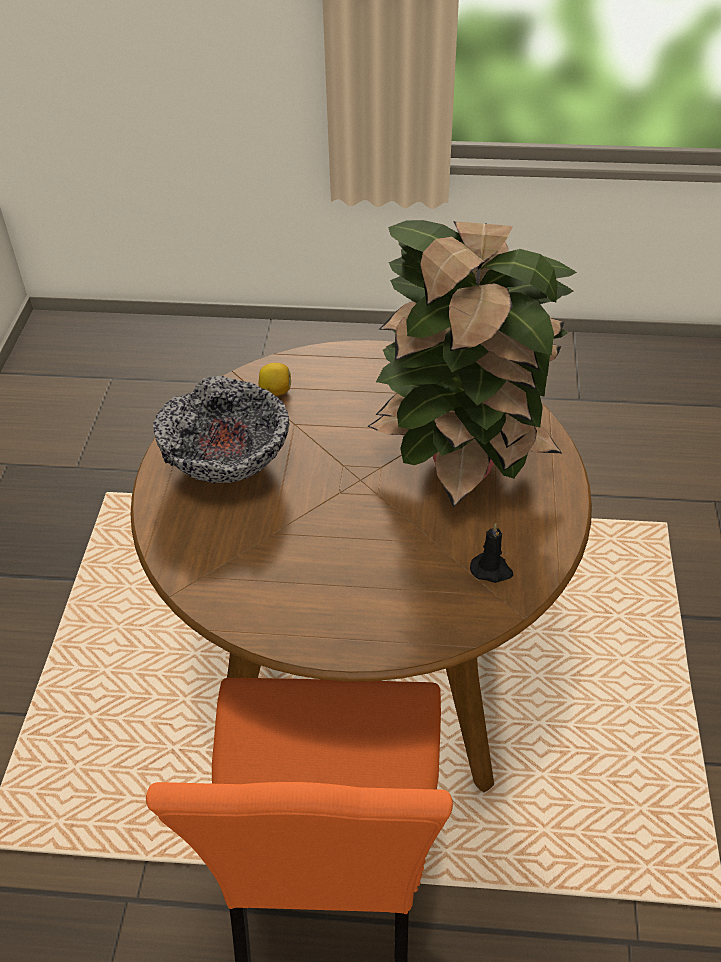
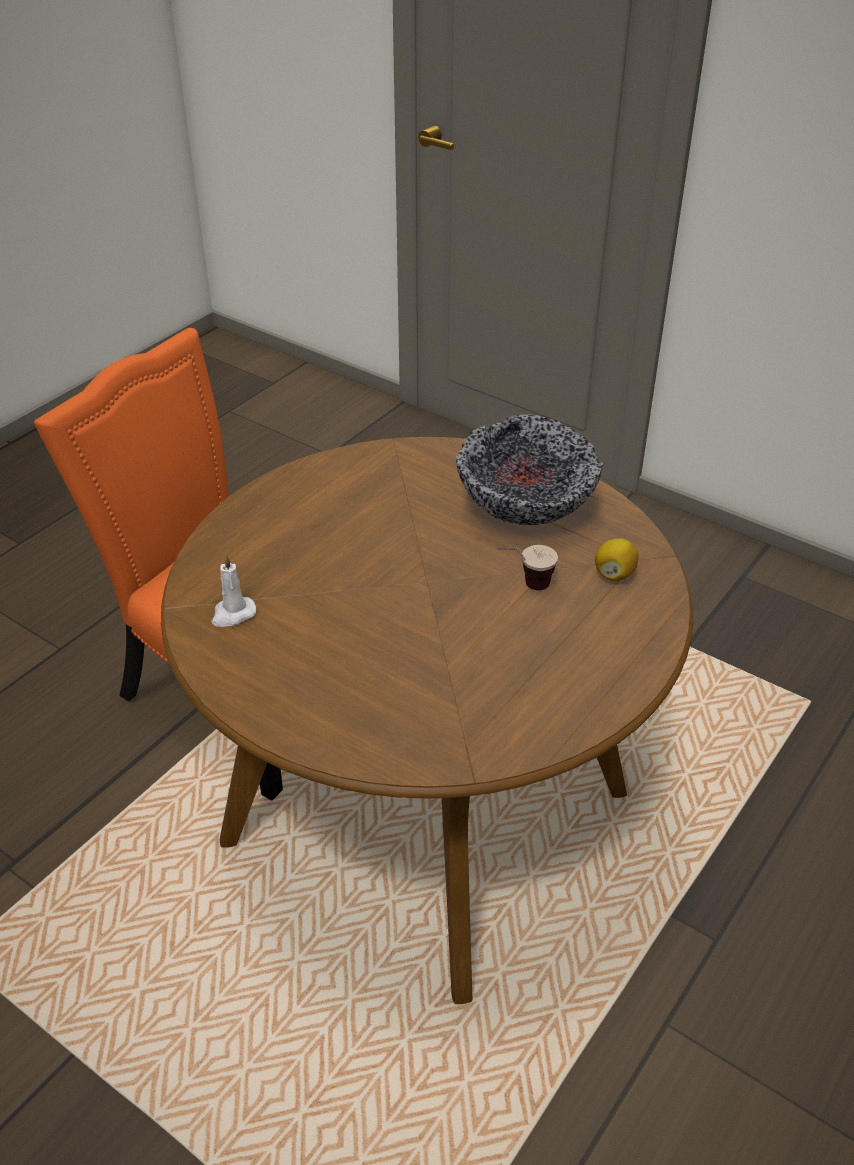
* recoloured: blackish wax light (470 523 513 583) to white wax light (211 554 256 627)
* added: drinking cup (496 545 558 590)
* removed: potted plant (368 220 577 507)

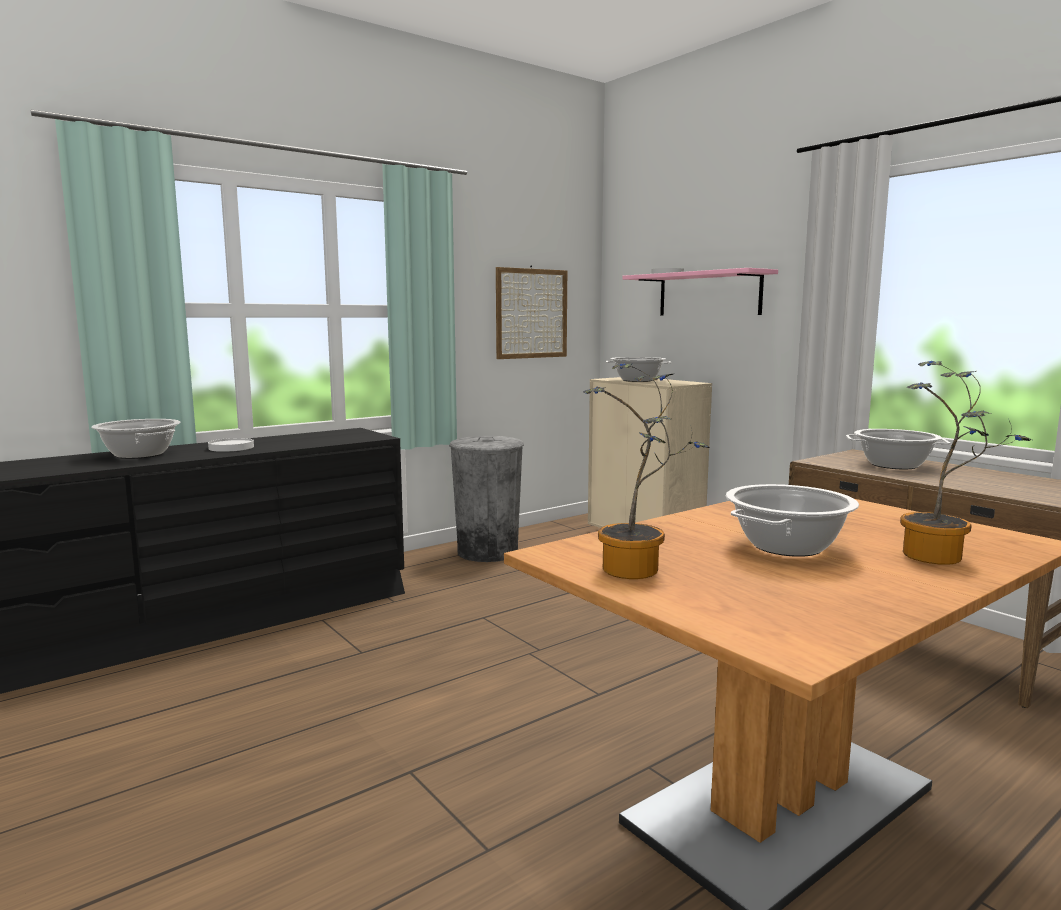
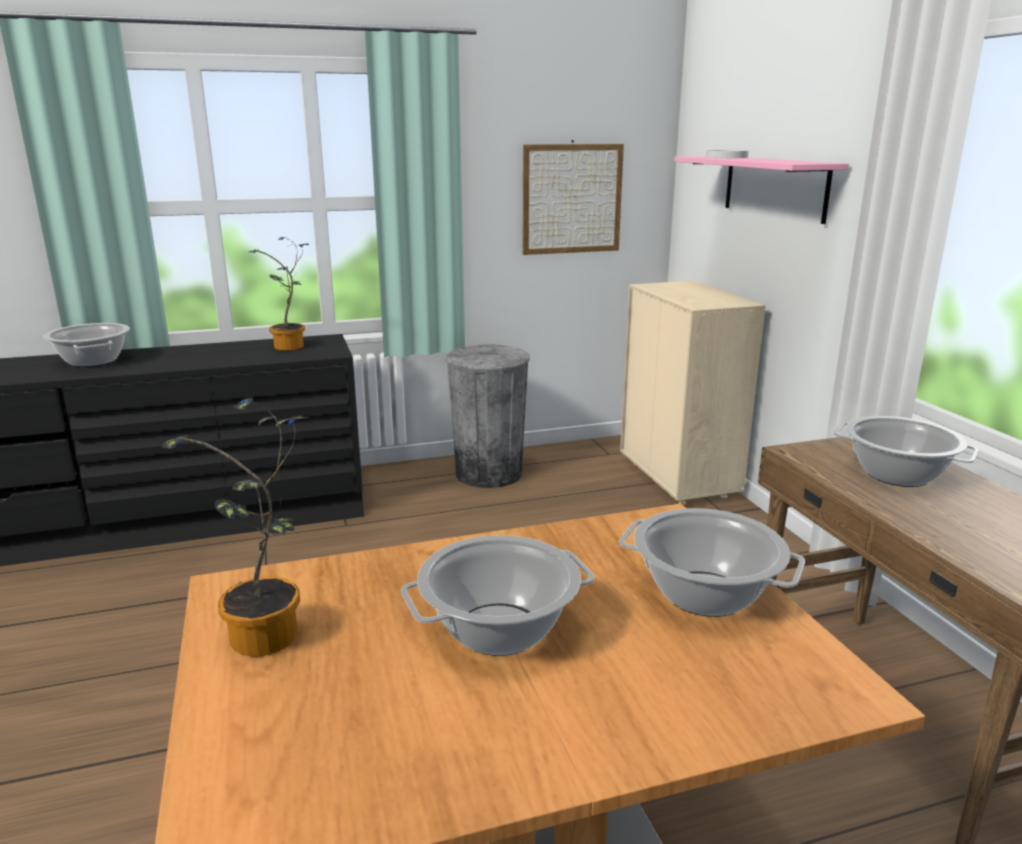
* moved: potted plant (900 361 1032 565) to (248 237 309 351)
* moved: stockpot (606 357 671 382) to (619 508 805 617)
* removed: white dinner plate (208 438 254 452)

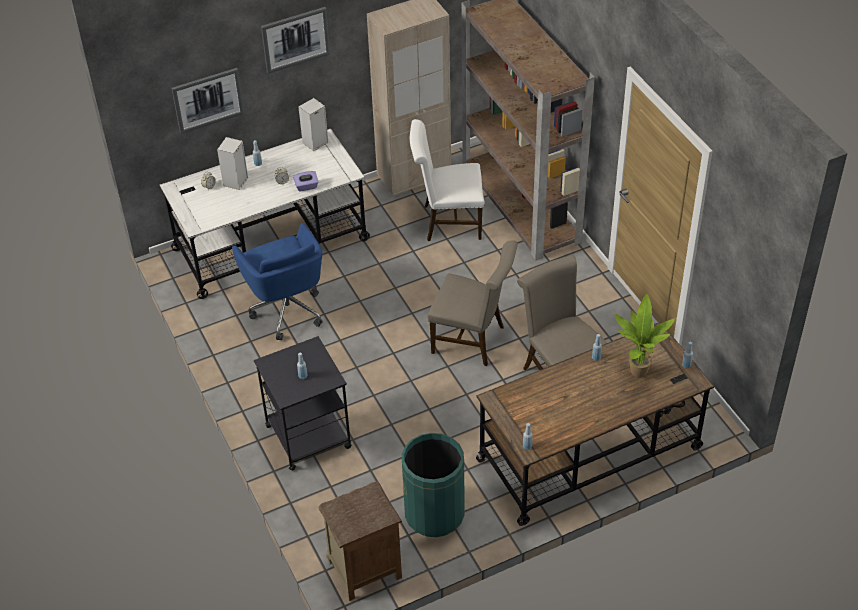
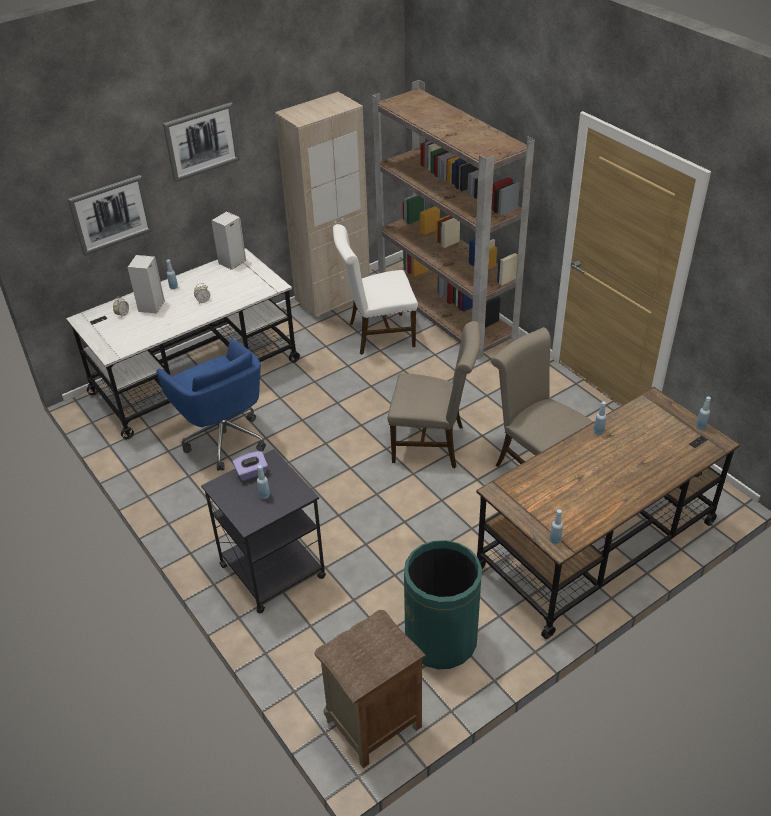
* moved: purplish tissue holder (293 171 318 192) to (232 451 268 481)
* removed: potted plant (614 294 675 378)

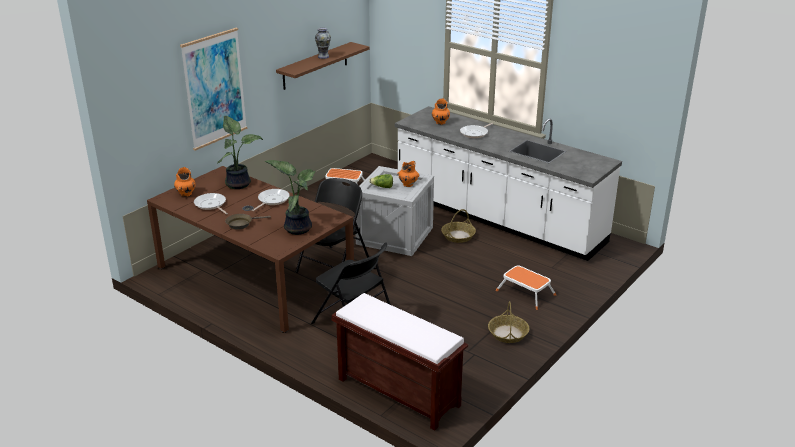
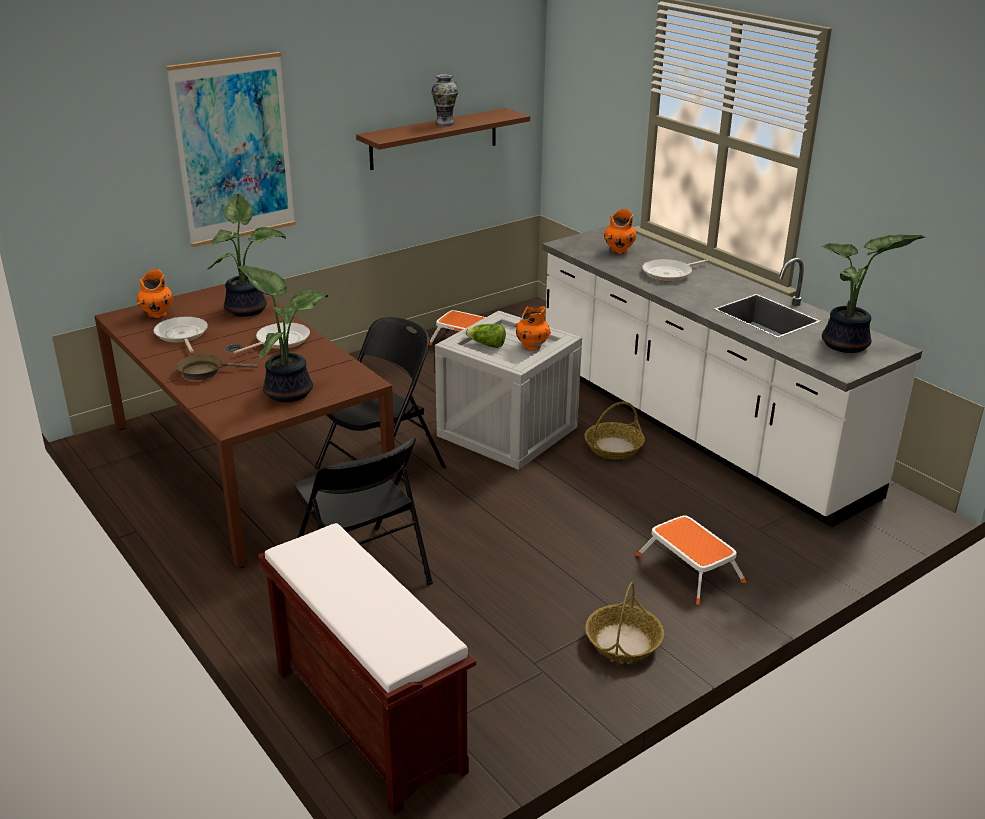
* added: potted plant (821 234 925 353)

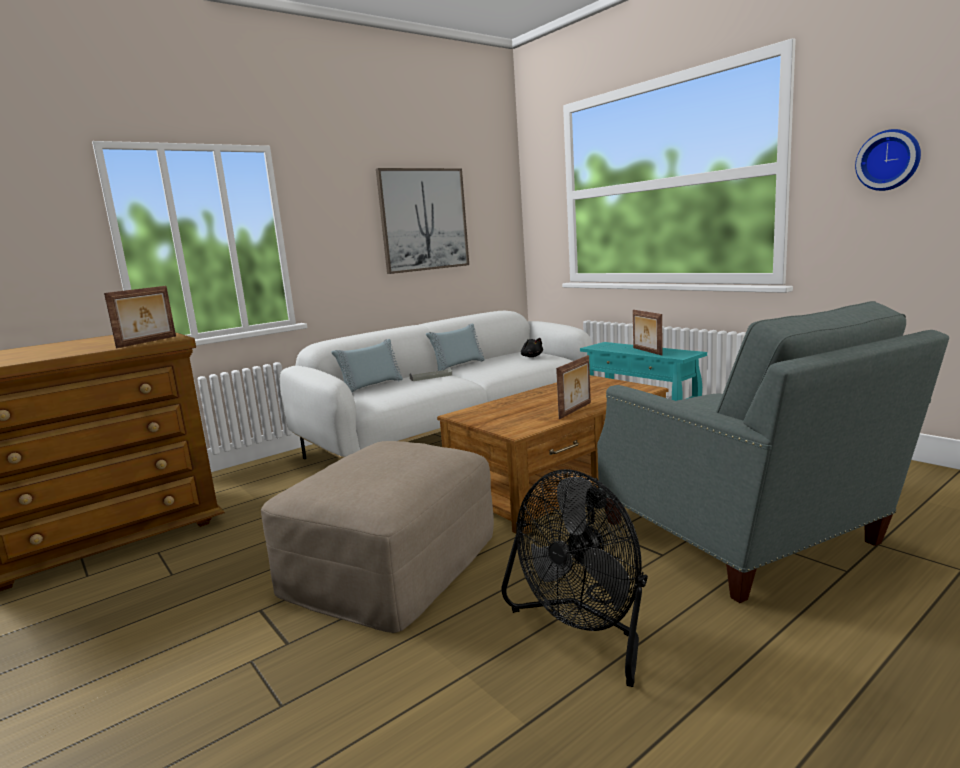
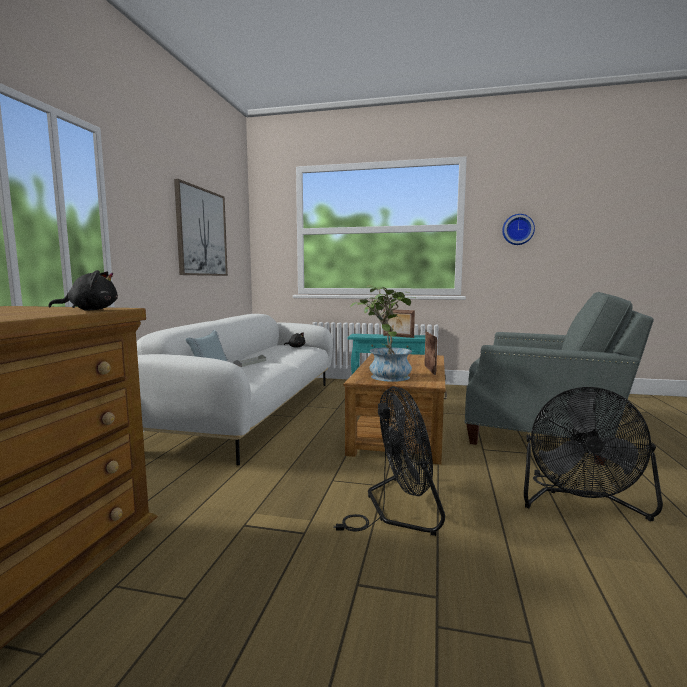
* replaced: photo frame (104 286 176 348) to blackish plush toy (49 270 118 310)
* replaced: beige footrest (261 441 494 633) to blackish electric fan (333 386 445 536)
* added: potted plant (351 285 415 382)
* removed: blue-coloured throw pillow (426 323 485 371)

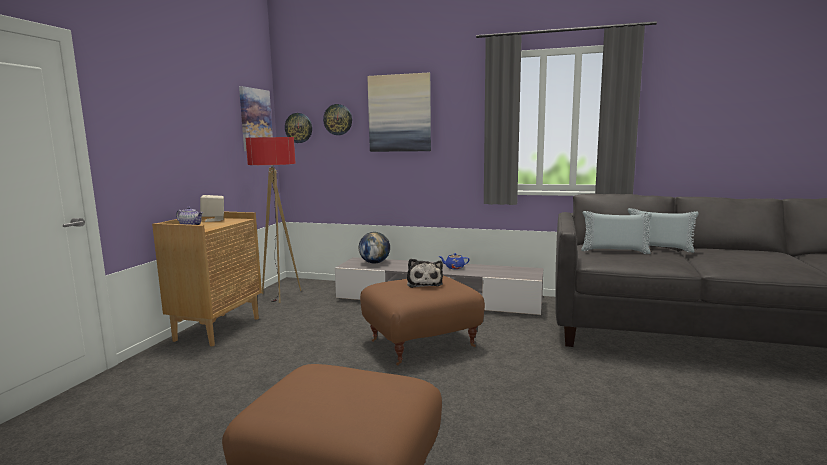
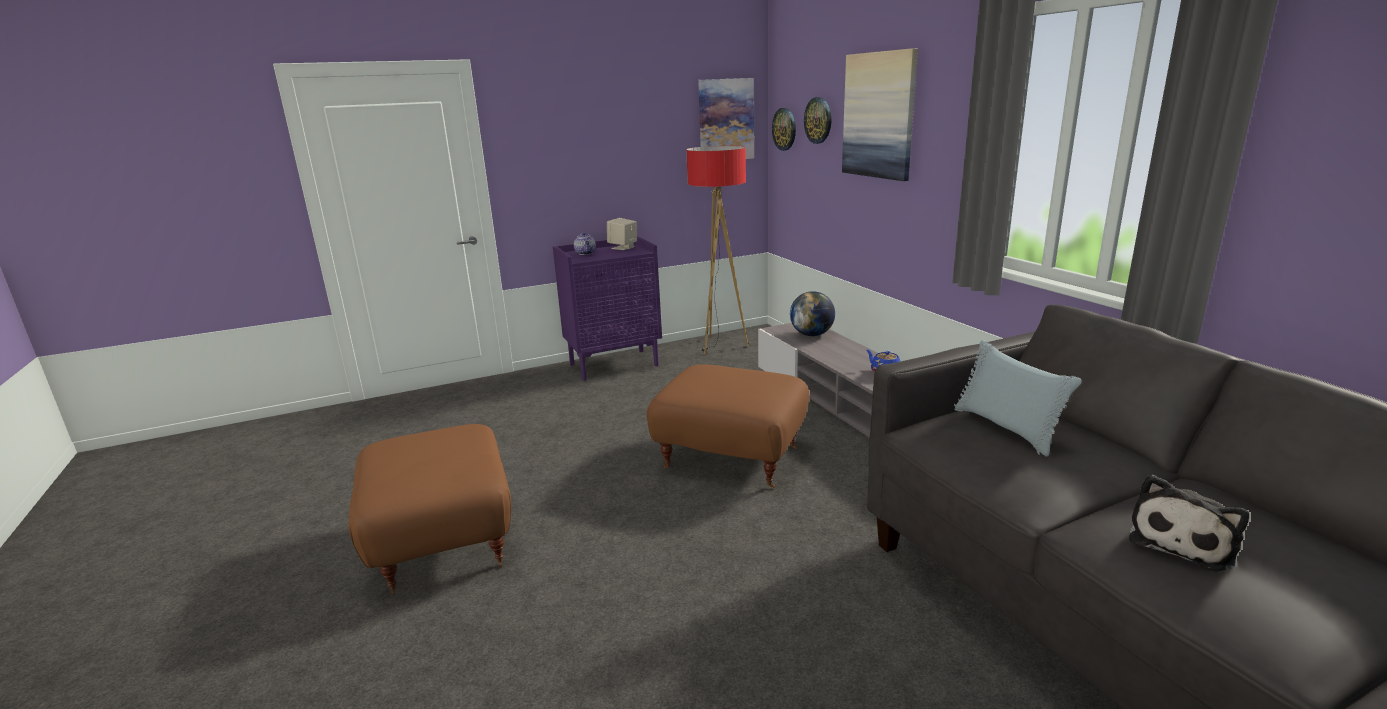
* recoloured: brown-coloured cabinet (152 211 262 346) to purplish cabinet (553 236 662 381)
* moved: plush toy (407 258 443 288) to (1129 475 1249 572)
* removed: blue-coloured throw pillow (628 208 699 253)

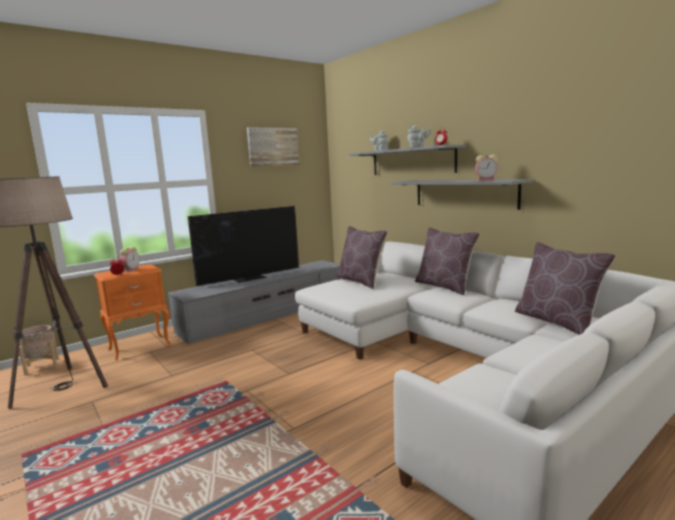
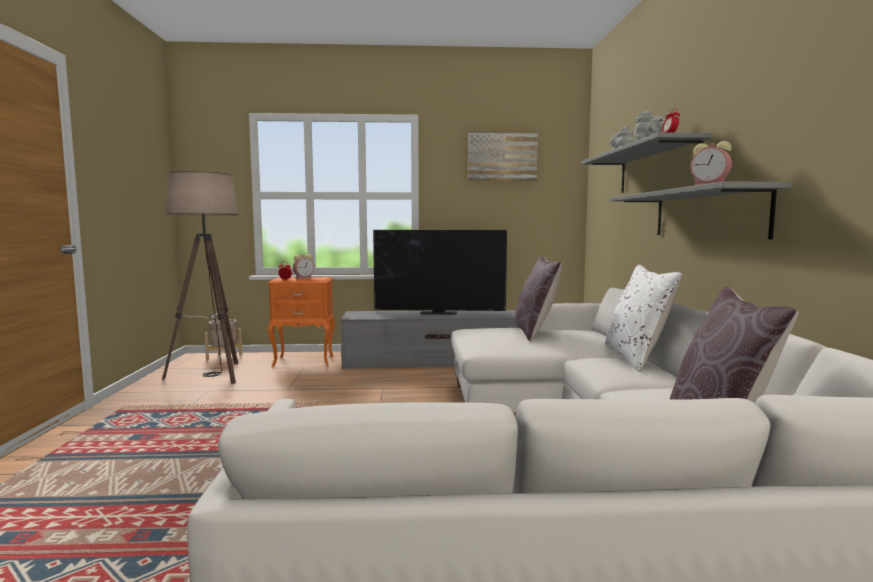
* recoloured: brown-coloured throw pillow (415 227 480 295) to white throw pillow (605 265 682 372)

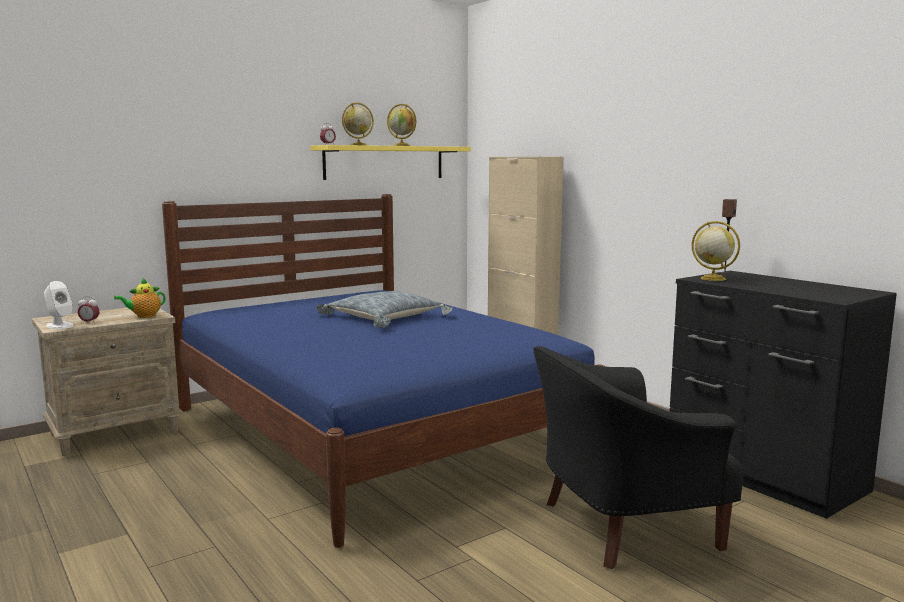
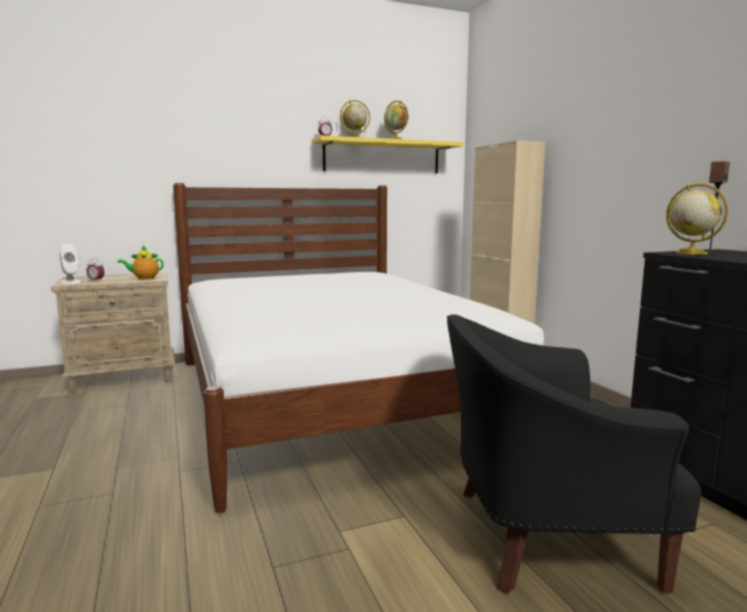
* recoloured: blue-coloured bed (162 194 604 548) to white bed (173 183 551 513)
* removed: throw pillow (316 291 452 328)

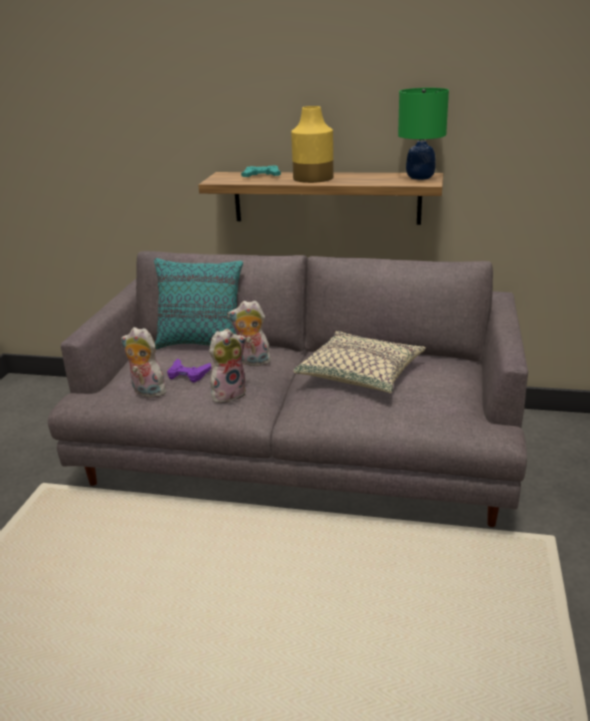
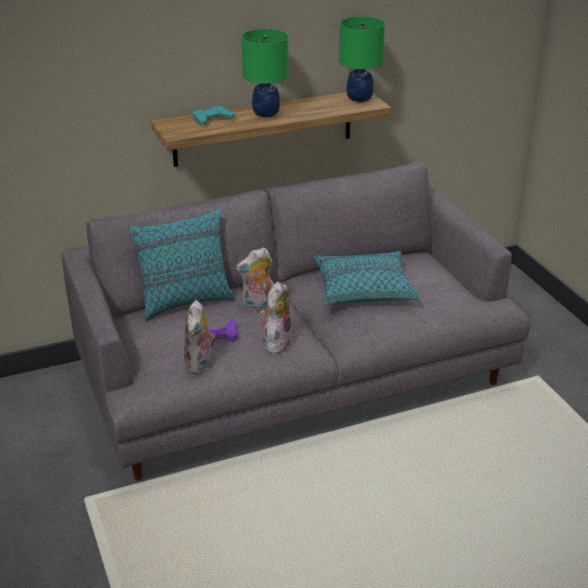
* turned: plush toy (121 327 166 398) = (184 300 215 374) 75 degrees counterclockwise
* replaced: yellow flower vase (291 106 334 183) to green tabletop lamp (242 29 288 117)
* recoloured: beige throw pillow (294 331 426 393) to turquoise throw pillow (313 251 420 306)

